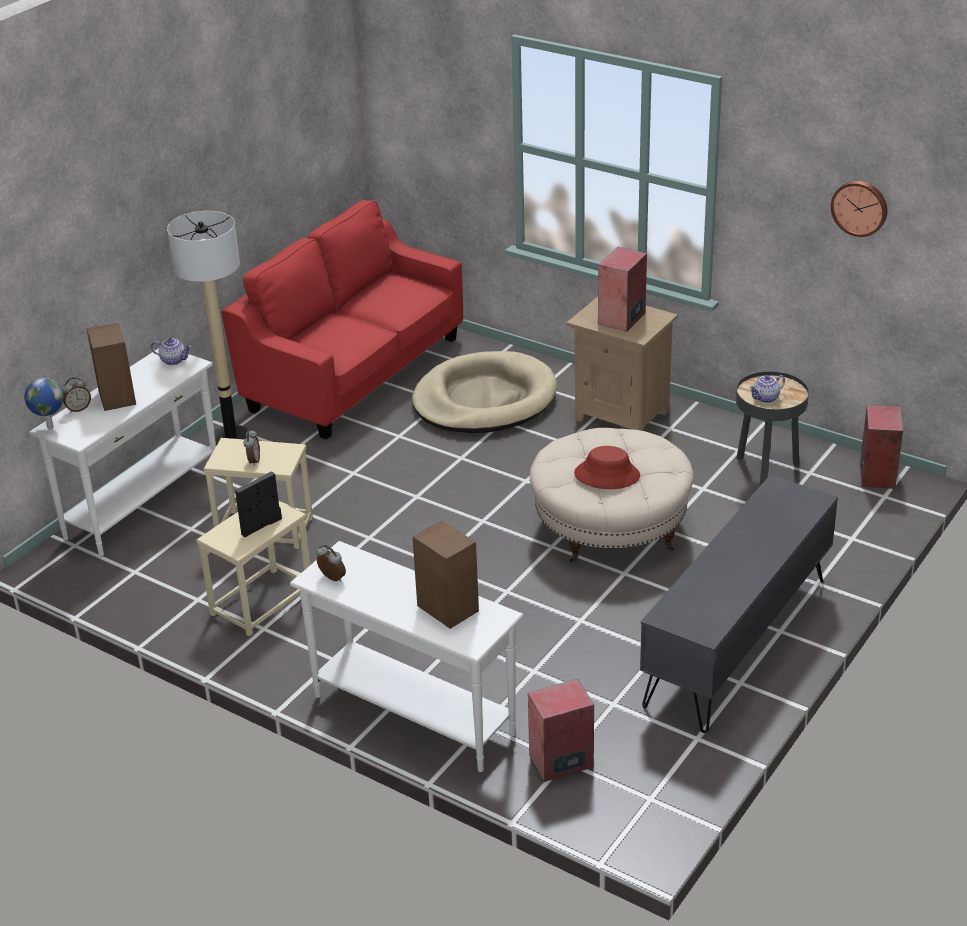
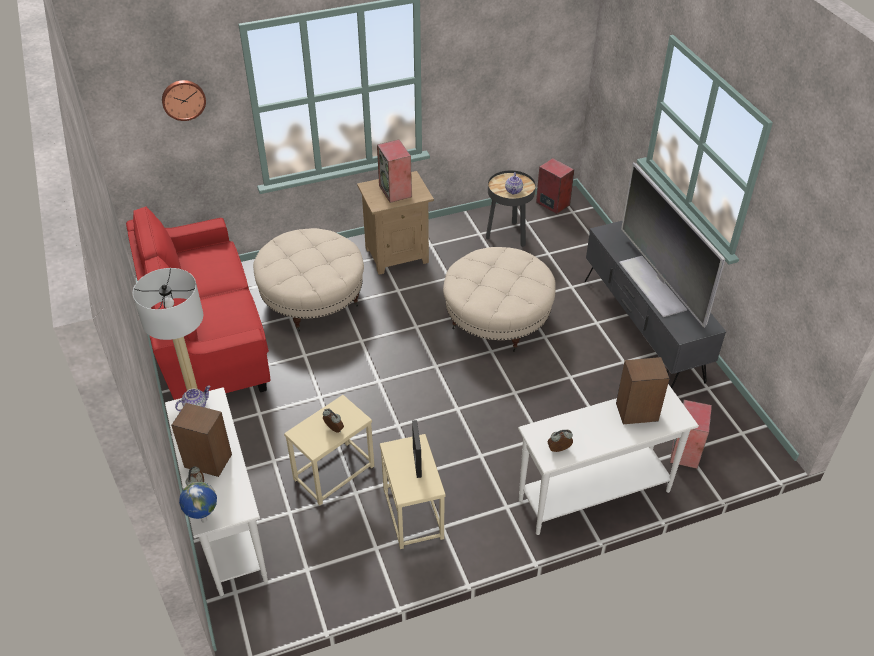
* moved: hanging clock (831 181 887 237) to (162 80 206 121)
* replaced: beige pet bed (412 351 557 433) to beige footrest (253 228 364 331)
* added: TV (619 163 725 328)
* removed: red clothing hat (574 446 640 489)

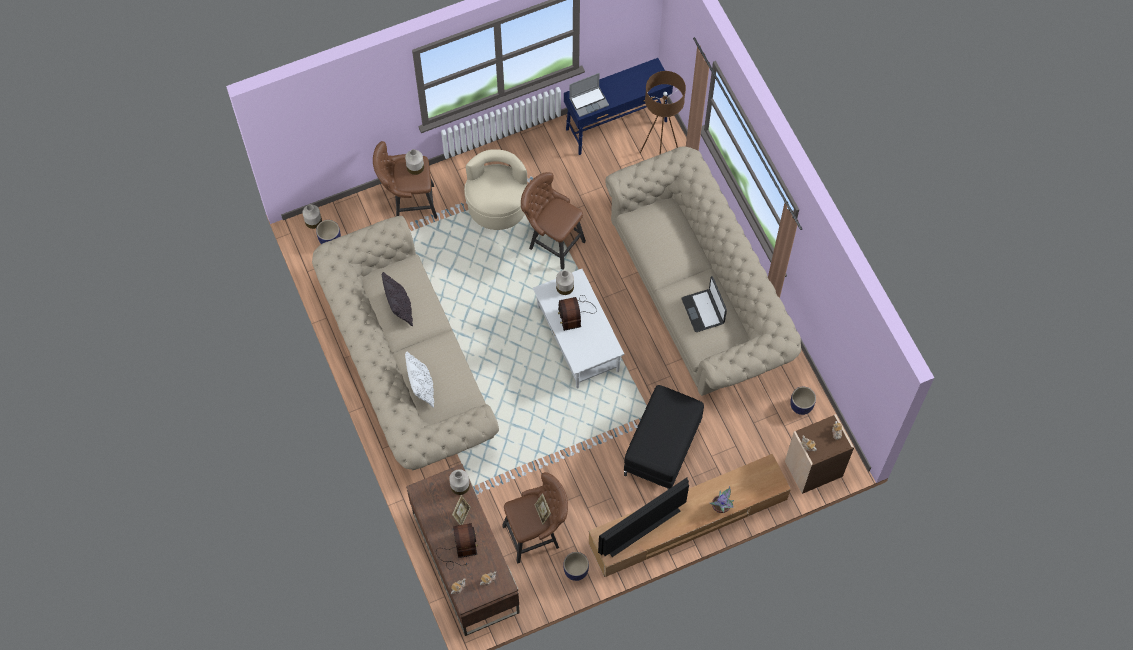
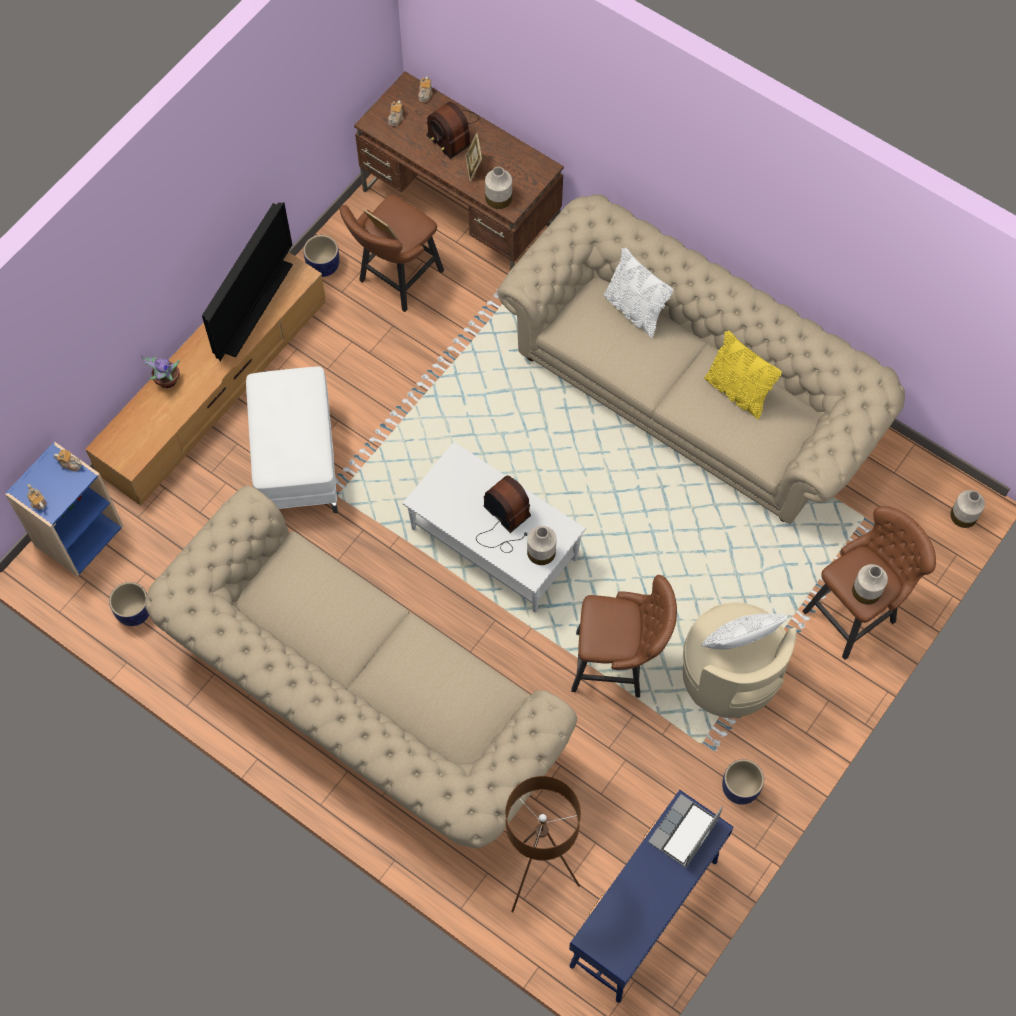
* recoloured: brown-coloured bookcase (785 414 854 494) to blue-coloured bookcase (5 441 123 577)
* recoloured: blackish footrest (624 385 704 490) to white footrest (246 366 338 513)
* added: white throw pillow (701 613 788 650)
* recoloured: blackish throw pillow (382 272 413 326) to yellow throw pillow (704 331 782 420)
* moved: flower pot (316 220 341 244) to (722 759 764 805)
* removed: notebook computer (682 276 727 332)

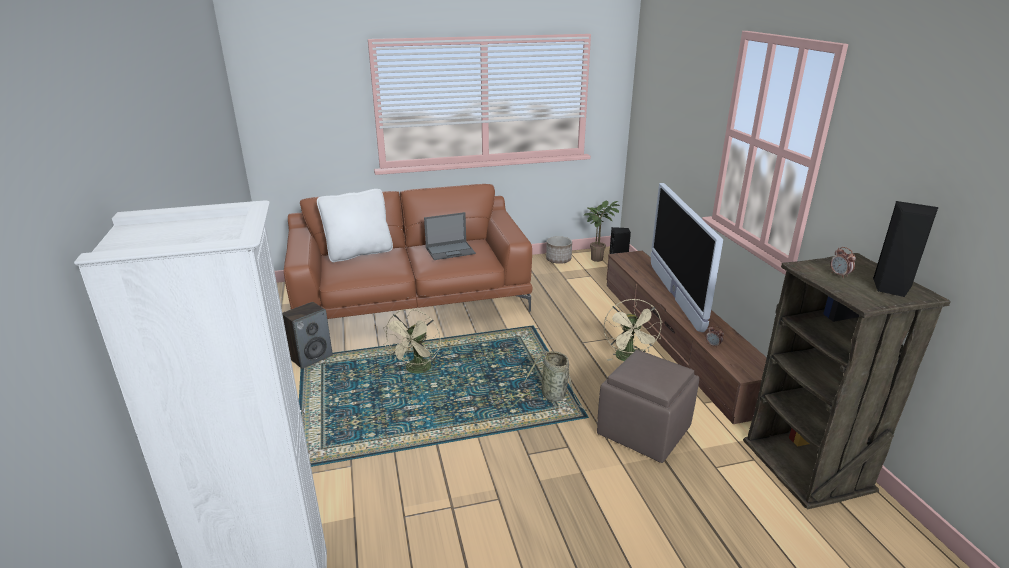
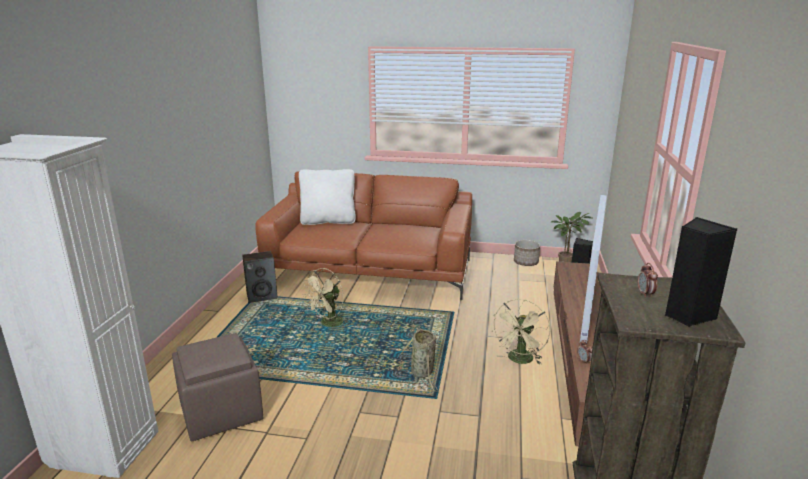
* moved: brown-coloured footrest (597 350 699 463) to (172 333 263 442)
* removed: notebook computer (424 212 476 260)

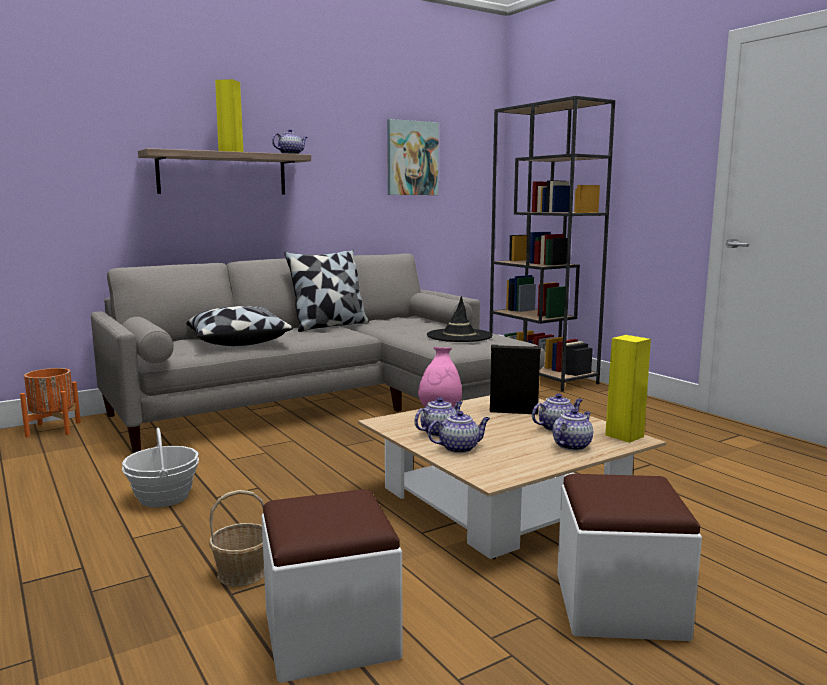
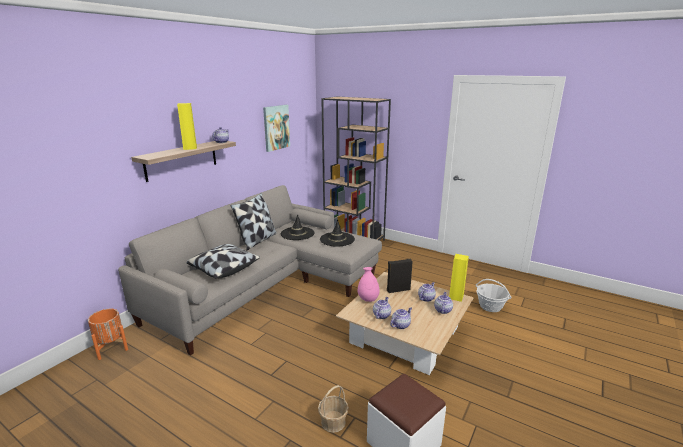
* added: blackish clothing hat (281 214 315 240)
* moved: basket (122 427 199 507) to (476 279 511 312)
* removed: white footrest (557 474 702 641)

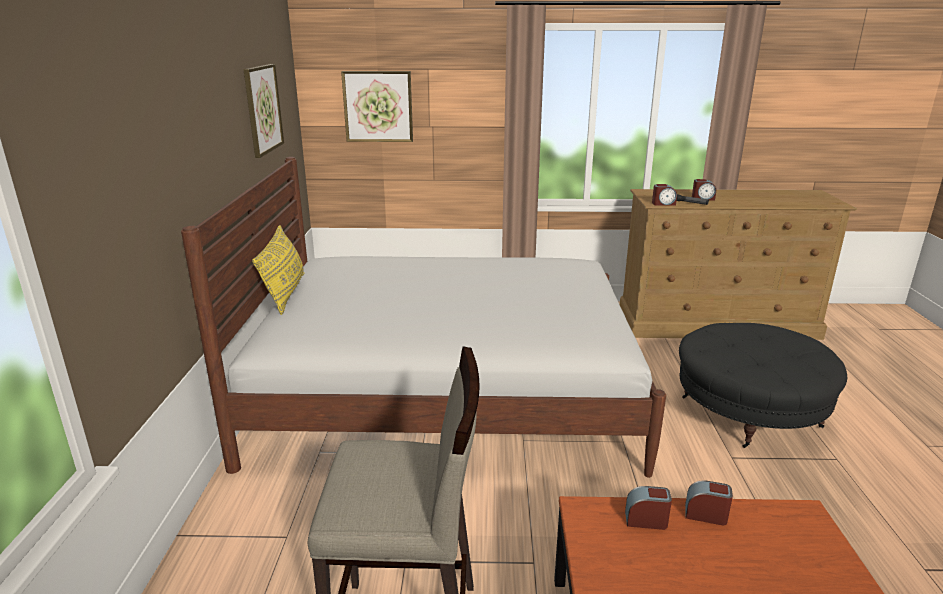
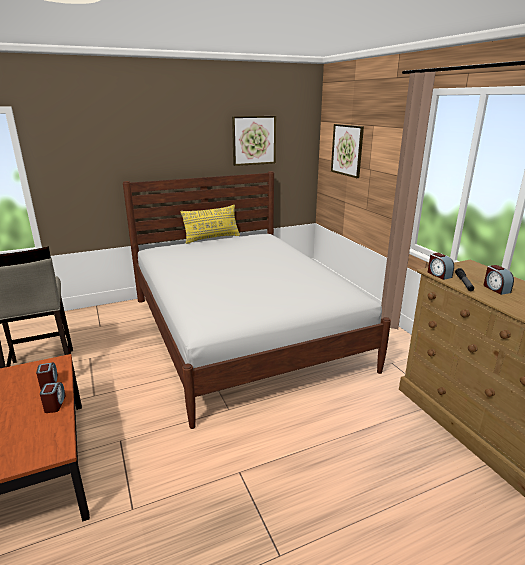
* removed: blackish footrest (679 323 847 448)

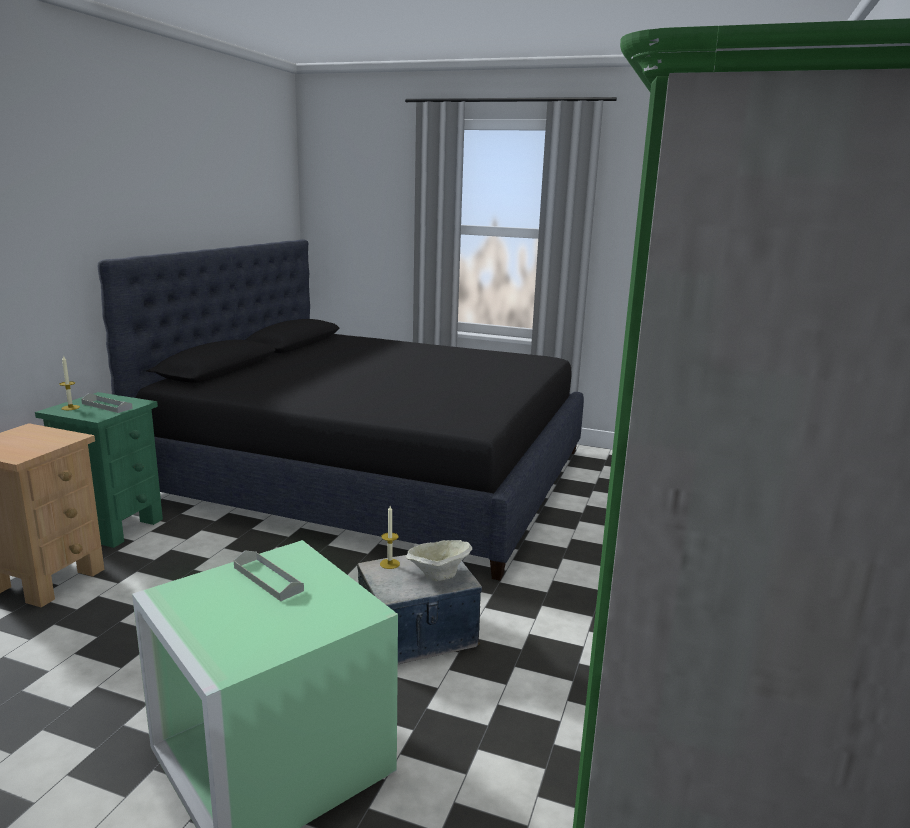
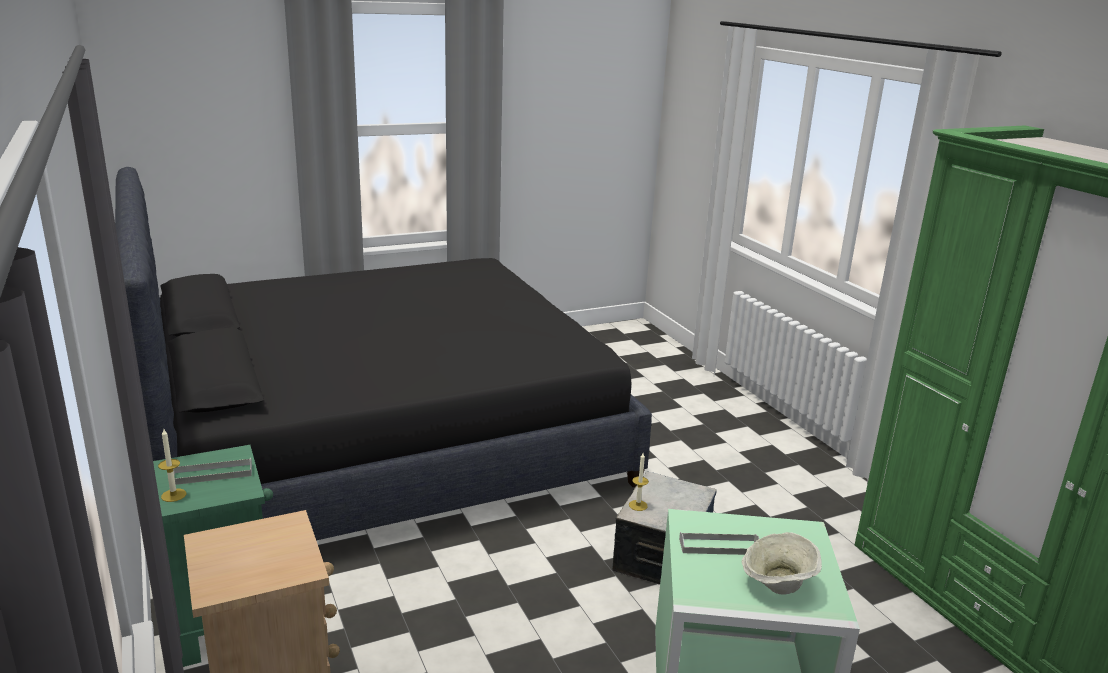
* moved: beige serving bowl (406 540 472 581) to (742 532 822 594)

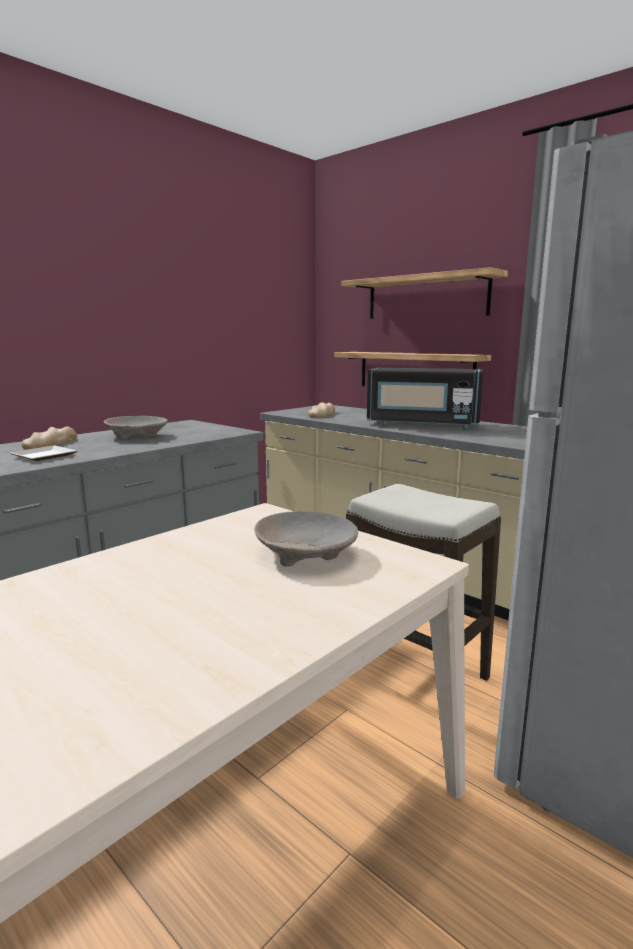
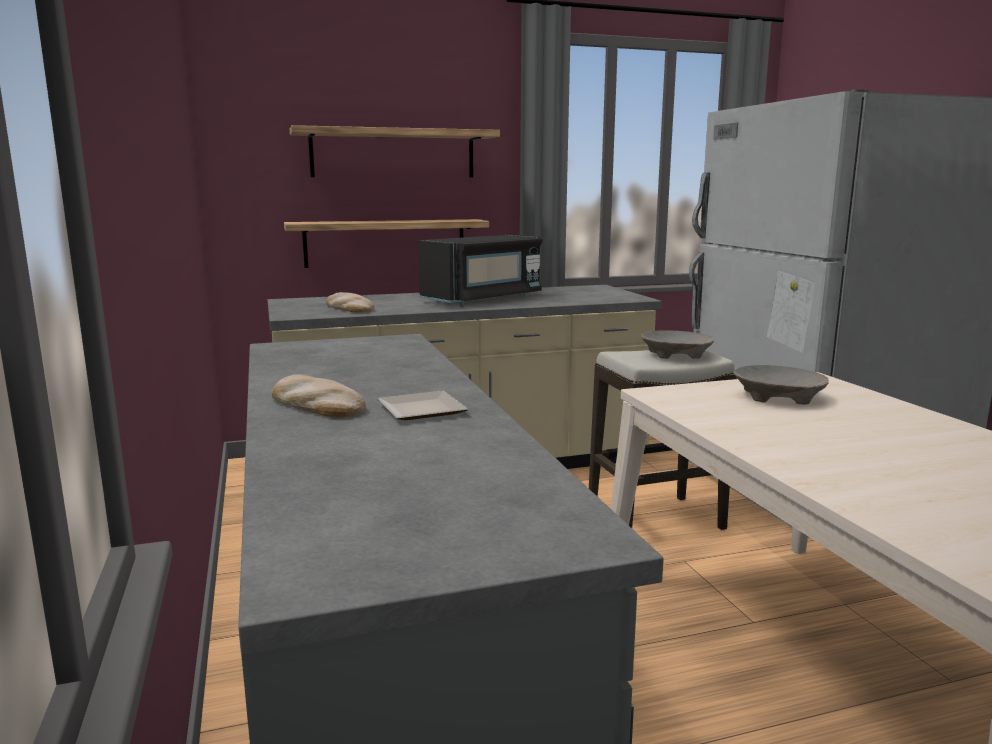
* moved: beige serving bowl (104 416 168 439) to (641 330 714 359)

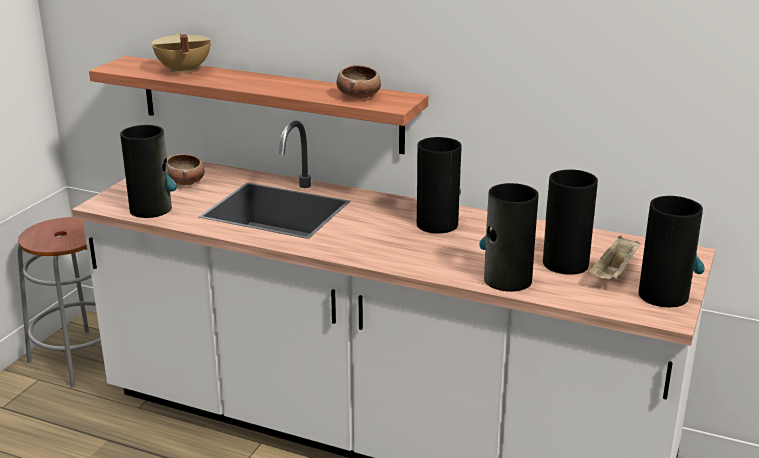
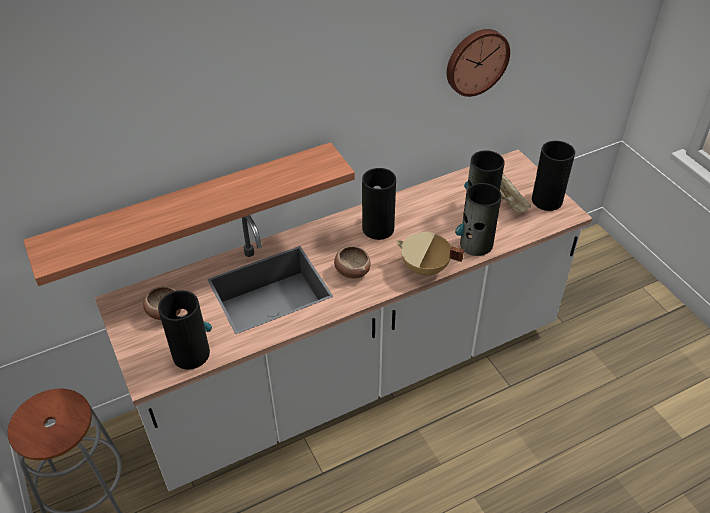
* moved: serving bowl (336 65 381 99) to (334 246 371 279)
* moved: beige stockpot (151 33 211 74) to (396 232 464 276)
* added: hanging clock (447 29 510 97)

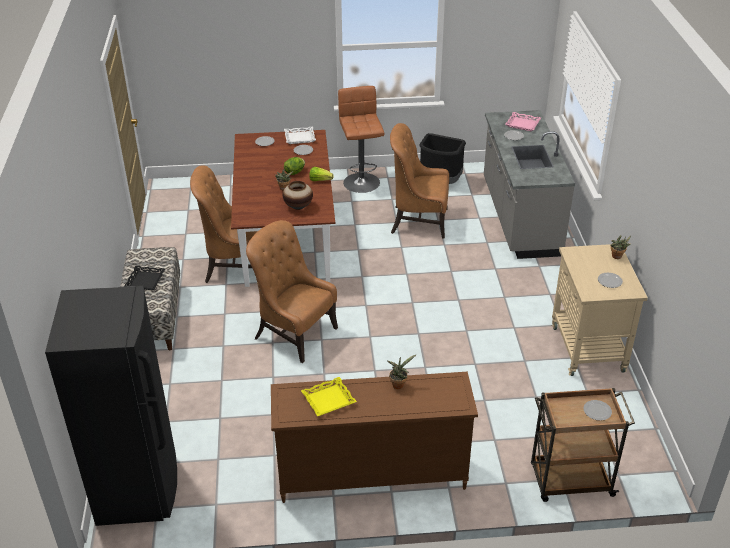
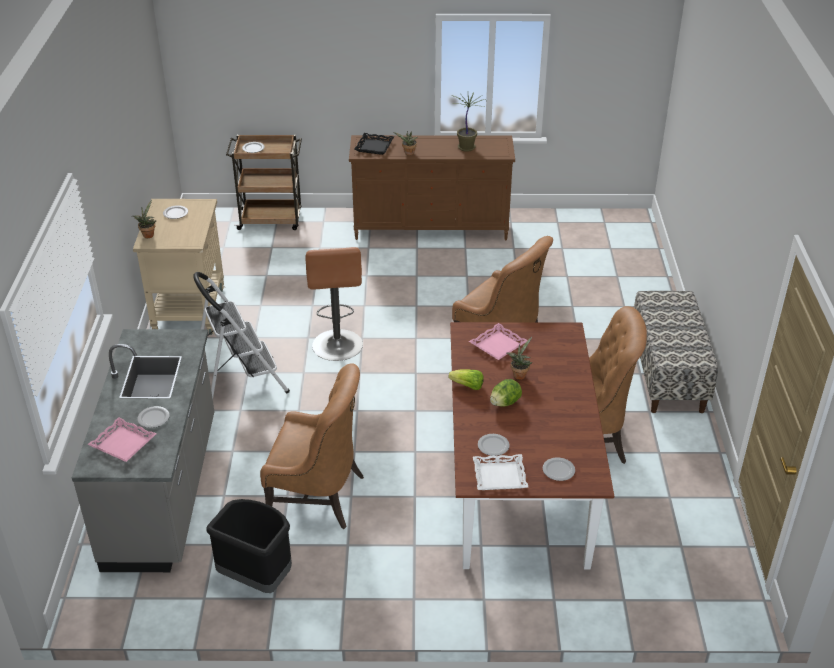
* added: step ladder (193 272 290 398)
* moved: brown-coloured sitting stool (338 86 384 193) to (305 247 363 361)
* moved: blackish serving tray (124 266 166 290) to (354 133 394 155)
* replaced: yellow serving tray (301 377 357 416) to potted plant (452 92 487 152)
* replaced: flower vase (283 181 313 210) to pinkish serving tray (469 323 527 360)
* removed: blackish fridge (45 286 177 526)

